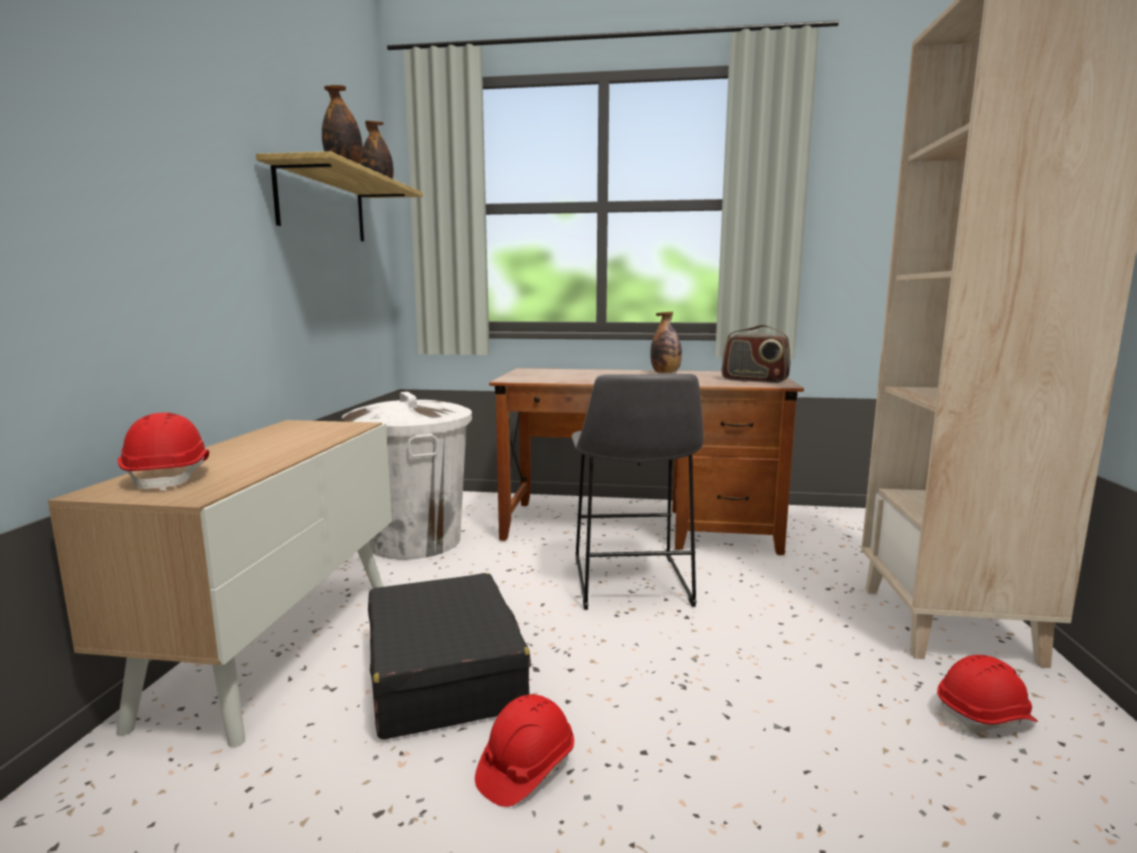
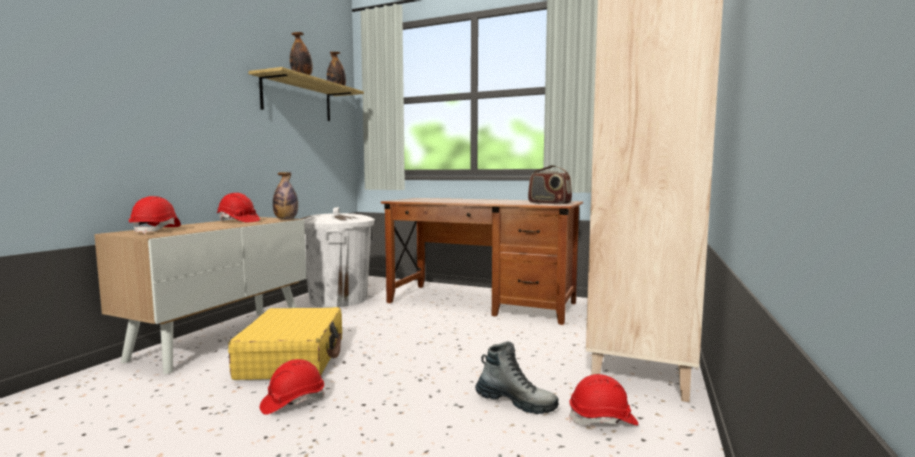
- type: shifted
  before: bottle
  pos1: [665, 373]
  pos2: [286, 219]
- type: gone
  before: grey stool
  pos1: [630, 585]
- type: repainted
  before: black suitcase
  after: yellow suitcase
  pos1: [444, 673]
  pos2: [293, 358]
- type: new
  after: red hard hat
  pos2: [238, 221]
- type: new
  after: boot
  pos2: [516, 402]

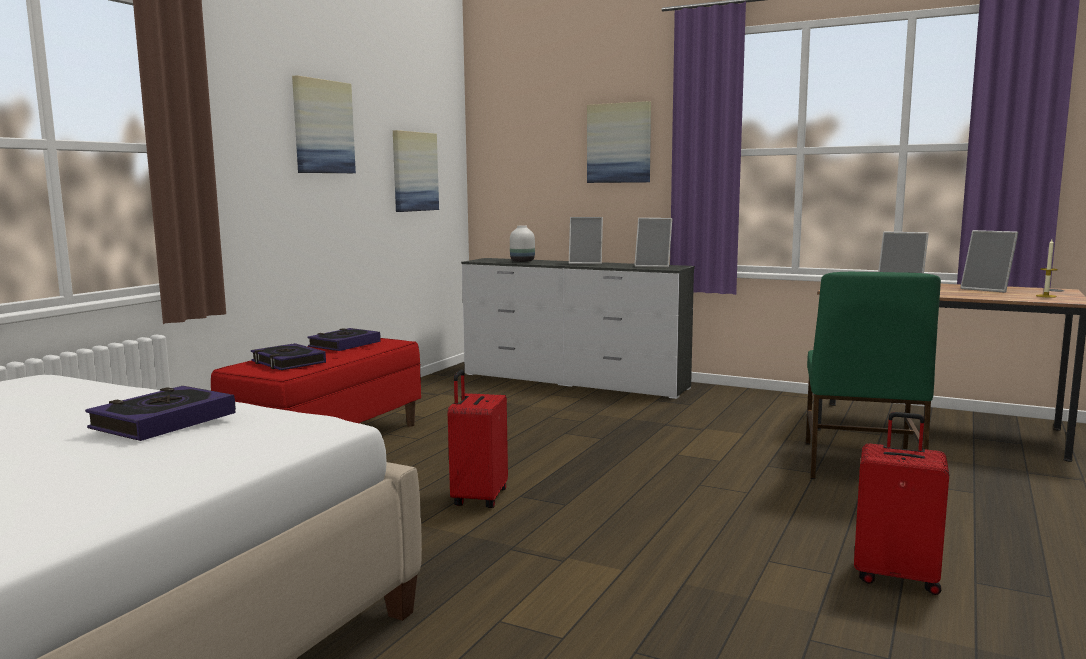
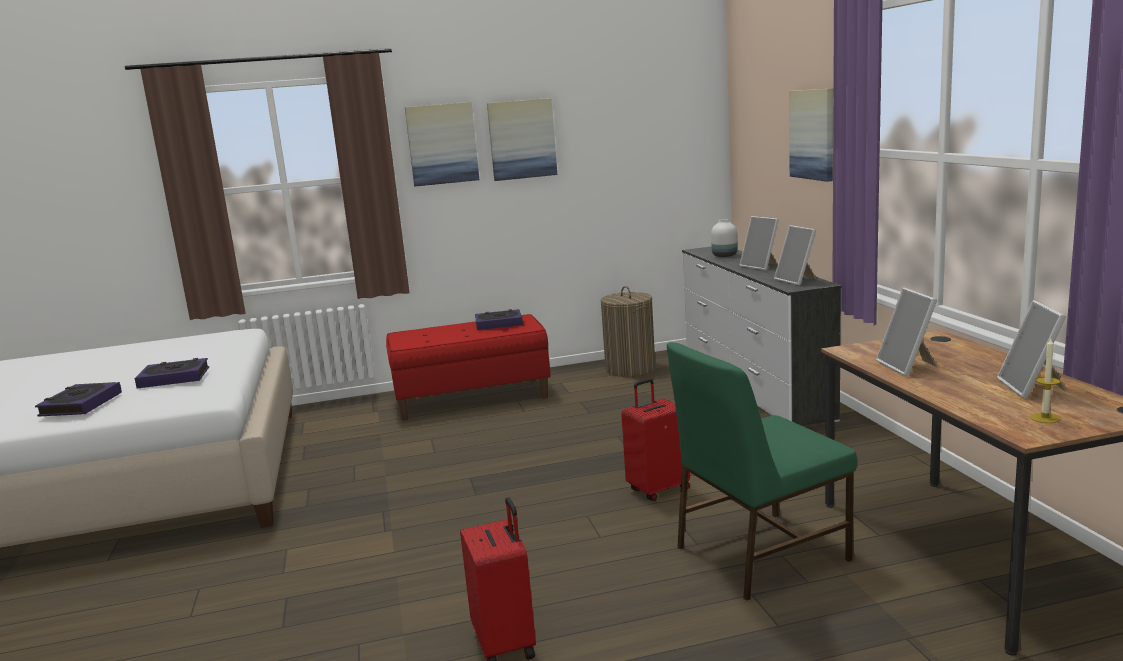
- type: shifted
  before: picture
  pos1: [414, 171]
  pos2: [442, 144]
- type: shifted
  before: book
  pos1: [288, 362]
  pos2: [80, 404]
- type: shifted
  before: red suitcase
  pos1: [478, 498]
  pos2: [658, 489]
- type: new
  after: laundry basket
  pos2: [630, 369]

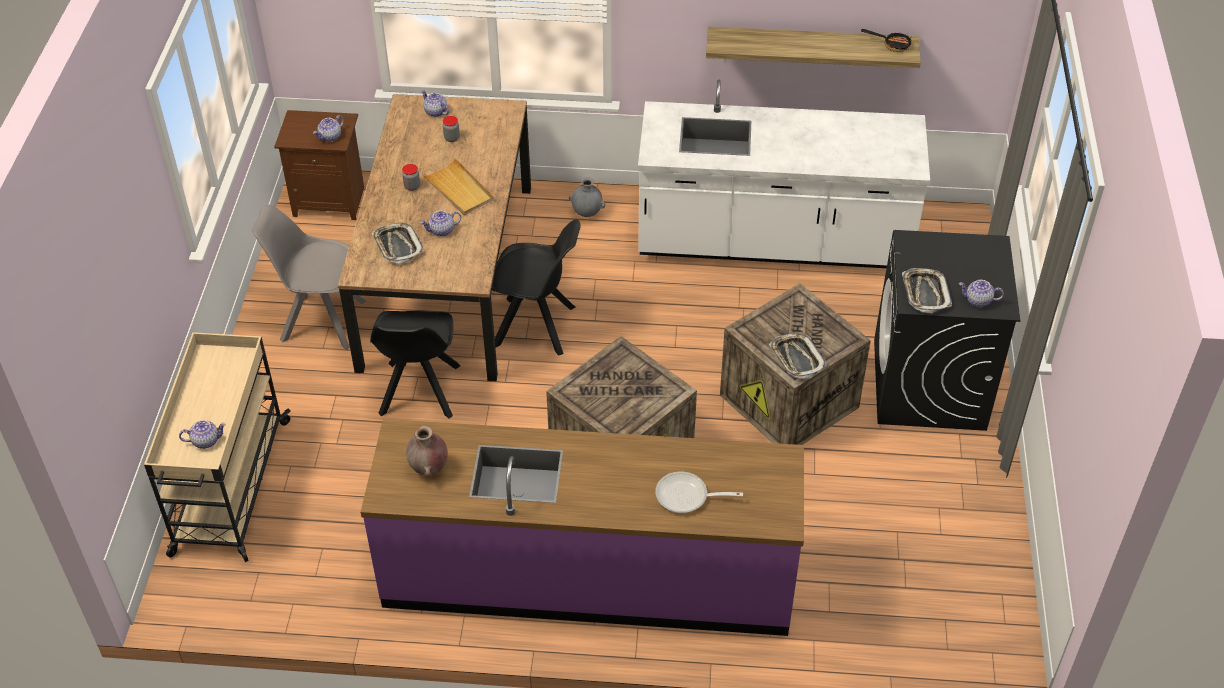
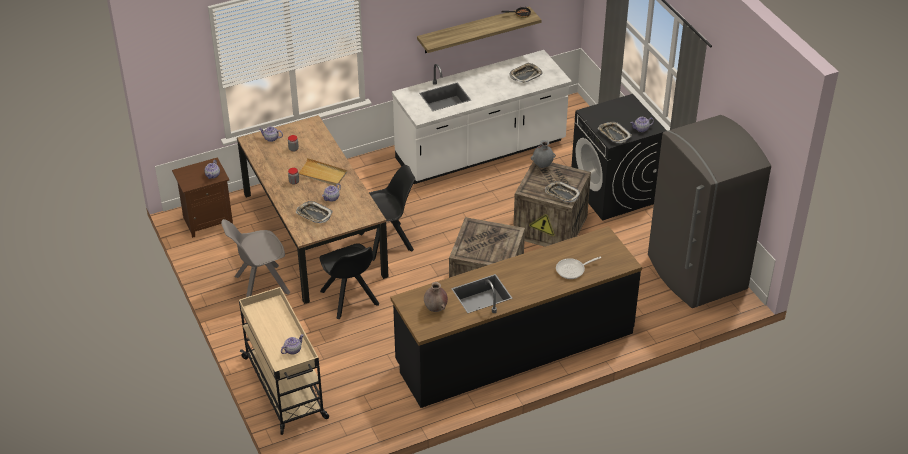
- type: shifted
  before: grey vase
  pos1: [587, 214]
  pos2: [542, 165]
- type: repainted
  before: purple counter
  after: black counter
  pos1: [588, 575]
  pos2: [515, 348]
- type: new
  after: tray
  pos2: [525, 75]
- type: new
  after: grey fridge
  pos2: [695, 274]

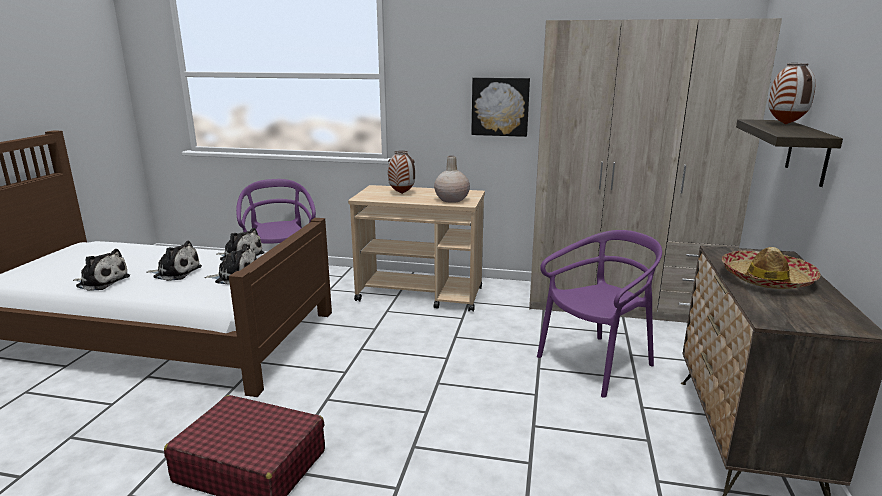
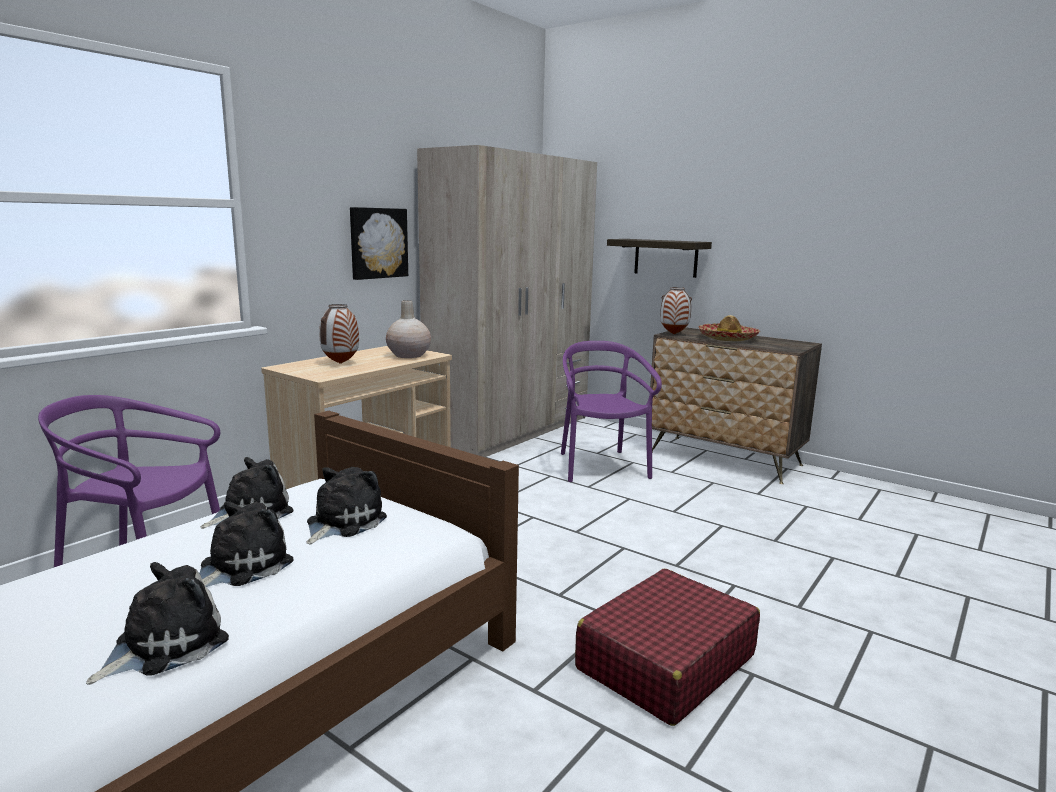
- type: shifted
  before: vase
  pos1: [786, 124]
  pos2: [674, 334]

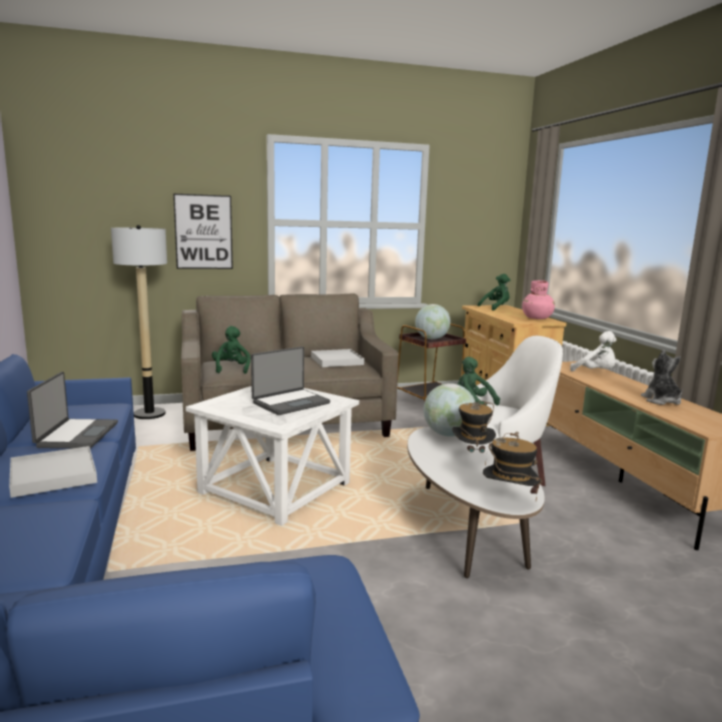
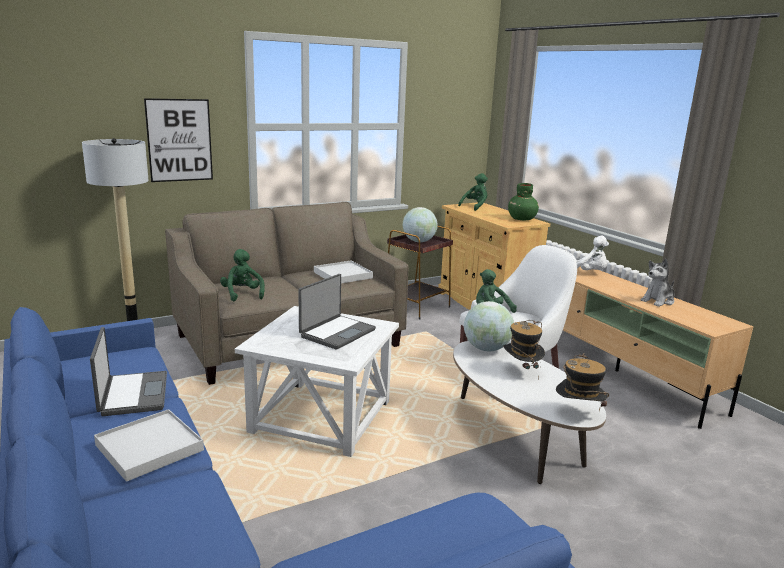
- type: repainted
  before: pink vase
  after: green vase
  pos1: [537, 318]
  pos2: [522, 219]
- type: rotated
  before: plush toy
  pos1: [661, 401]
  pos2: [658, 301]
  turn: -105

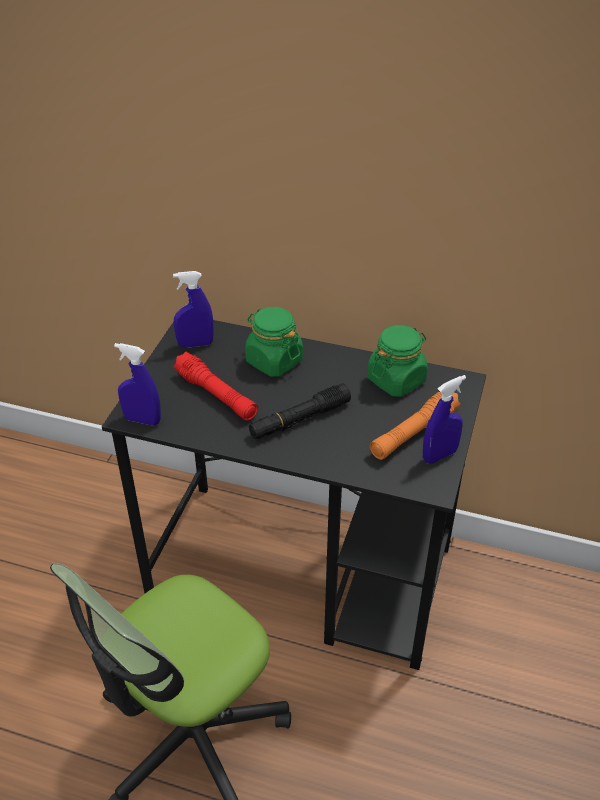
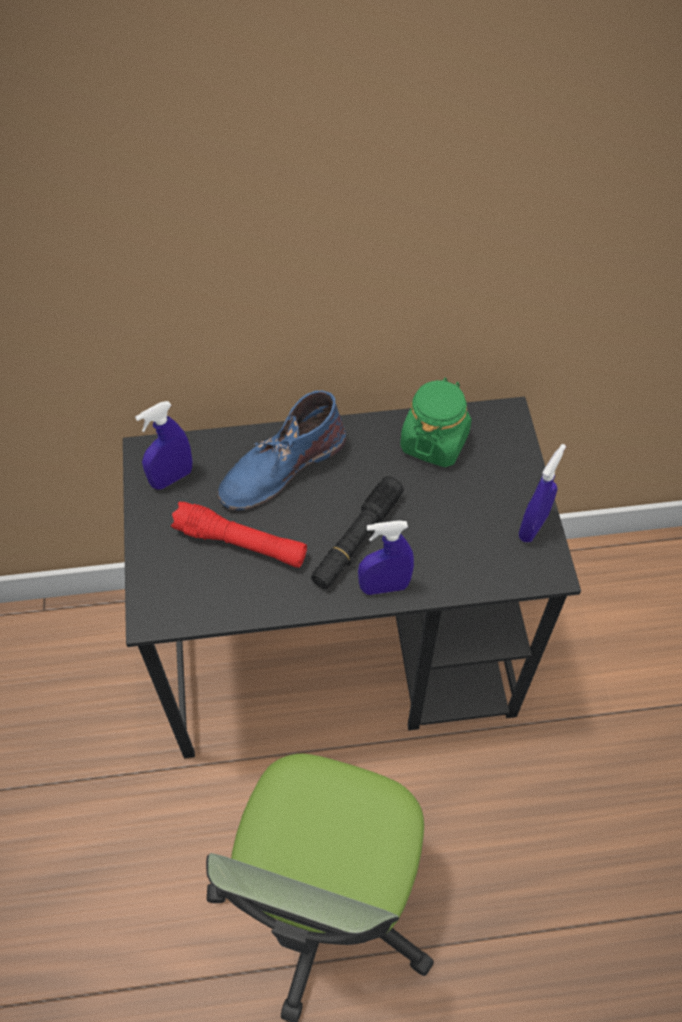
- type: swapped
  before: green jar
  after: blue boot
  pos1: [274, 361]
  pos2: [281, 467]
- type: shifted
  before: blue spray bottle
  pos1: [142, 420]
  pos2: [384, 587]
- type: gone
  before: orange flashlight
  pos1: [413, 433]

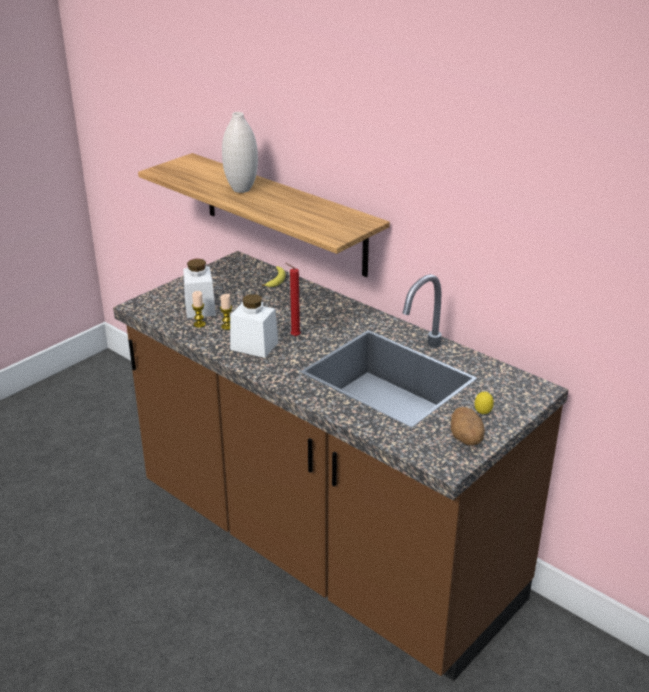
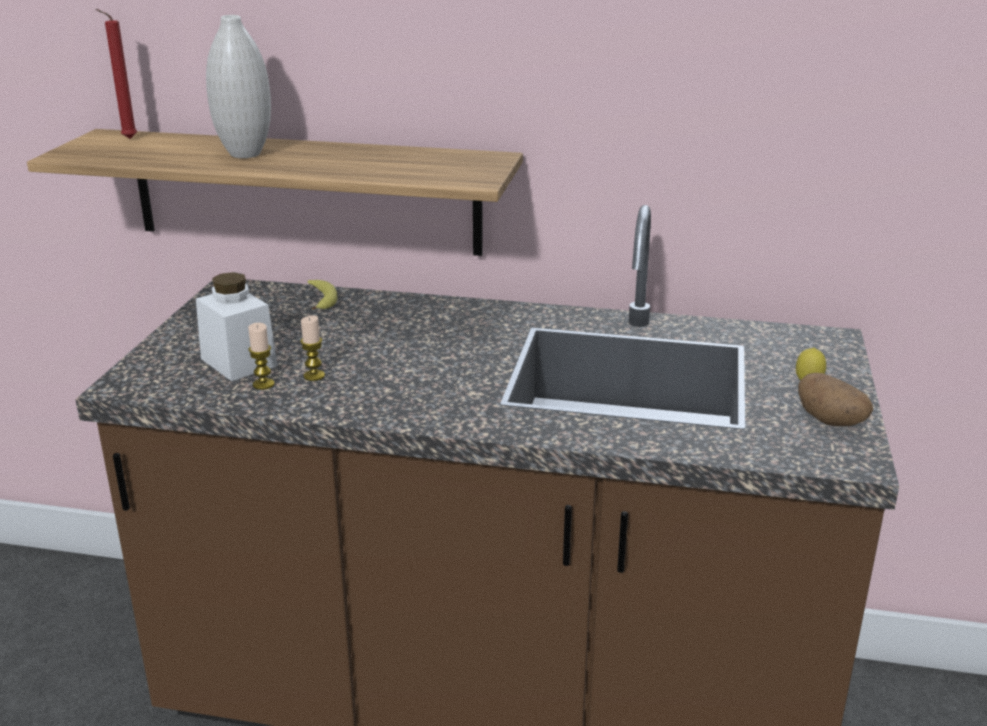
- type: shifted
  before: red candle
  pos1: [293, 336]
  pos2: [127, 139]
- type: gone
  before: white jar
  pos1: [254, 346]

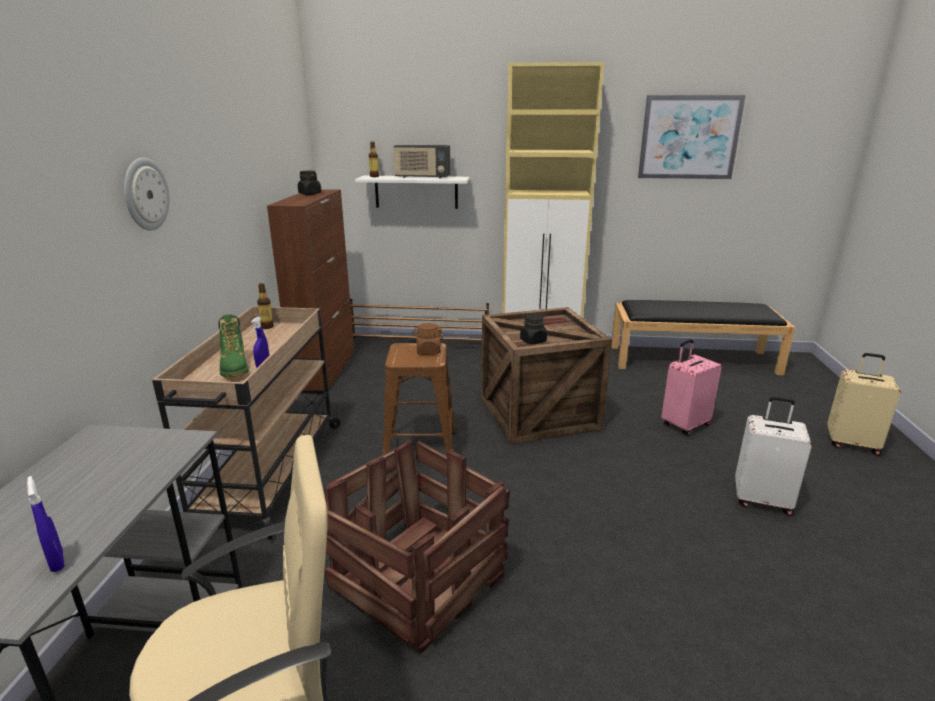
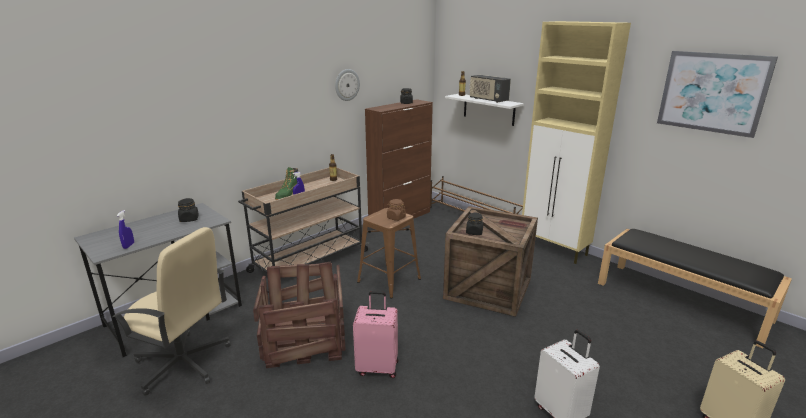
- type: shifted
  before: wall clock
  pos1: [145, 194]
  pos2: [347, 85]
- type: shifted
  before: pink suitcase
  pos1: [684, 425]
  pos2: [378, 367]
- type: new
  after: black jar
  pos2: [189, 219]

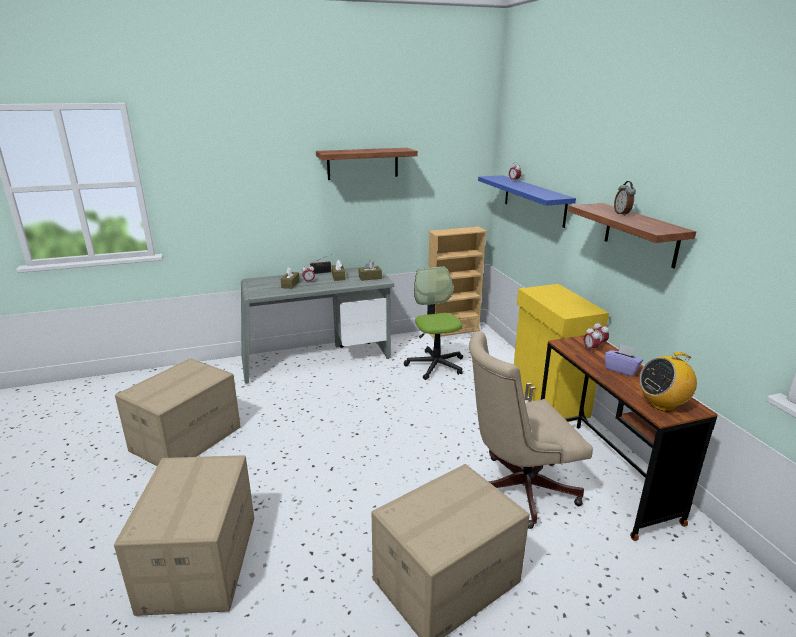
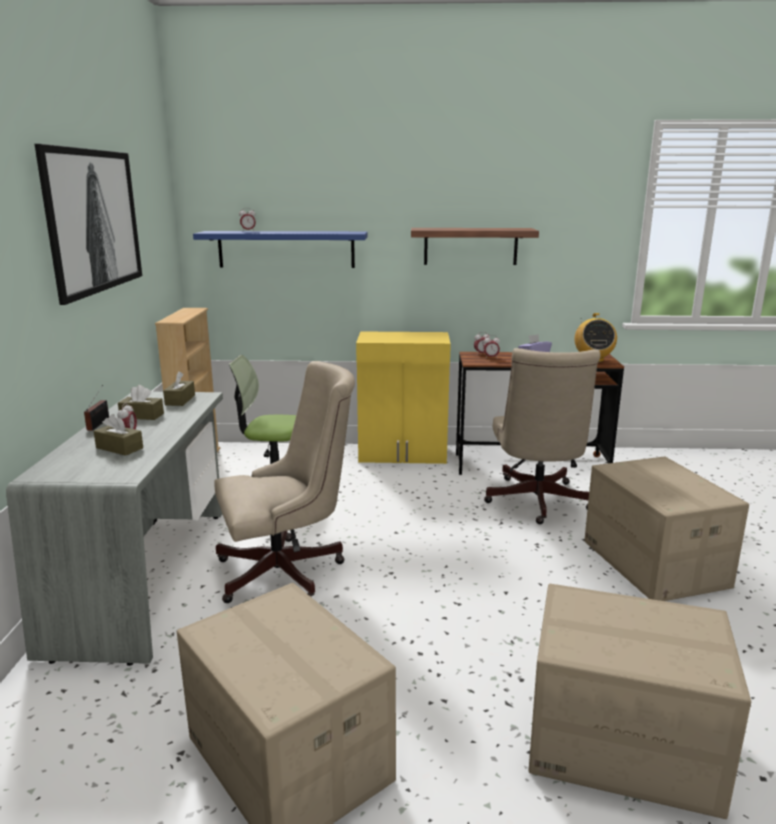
- type: swapped
  before: shelf
  after: picture
  pos1: [362, 163]
  pos2: [92, 221]
- type: gone
  before: alarm clock
  pos1: [622, 214]
- type: new
  after: beige office chair
  pos2: [288, 572]

